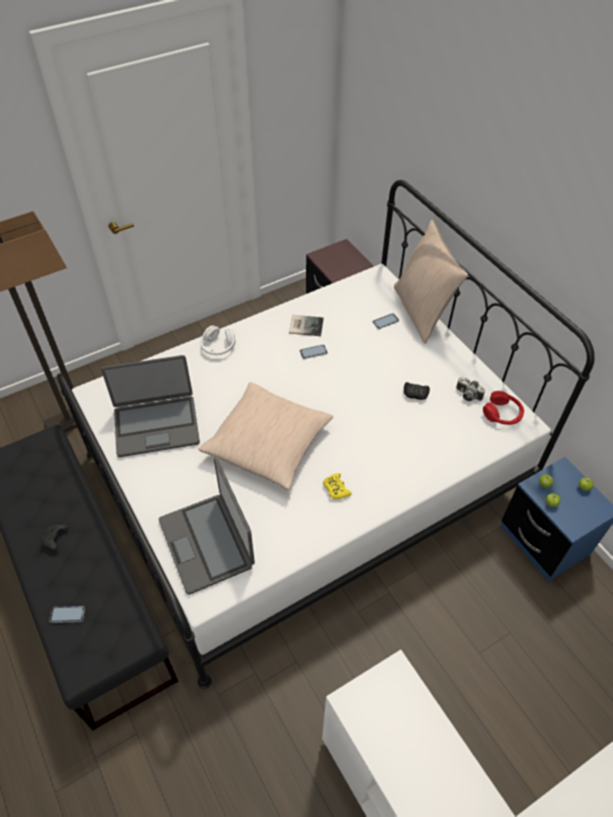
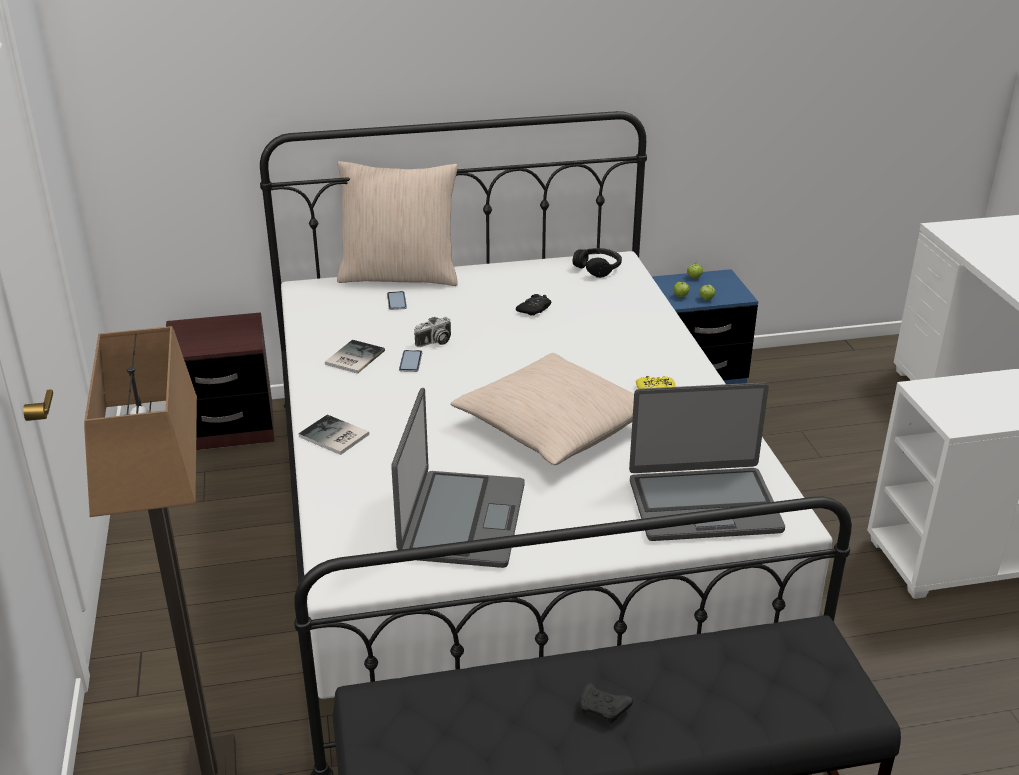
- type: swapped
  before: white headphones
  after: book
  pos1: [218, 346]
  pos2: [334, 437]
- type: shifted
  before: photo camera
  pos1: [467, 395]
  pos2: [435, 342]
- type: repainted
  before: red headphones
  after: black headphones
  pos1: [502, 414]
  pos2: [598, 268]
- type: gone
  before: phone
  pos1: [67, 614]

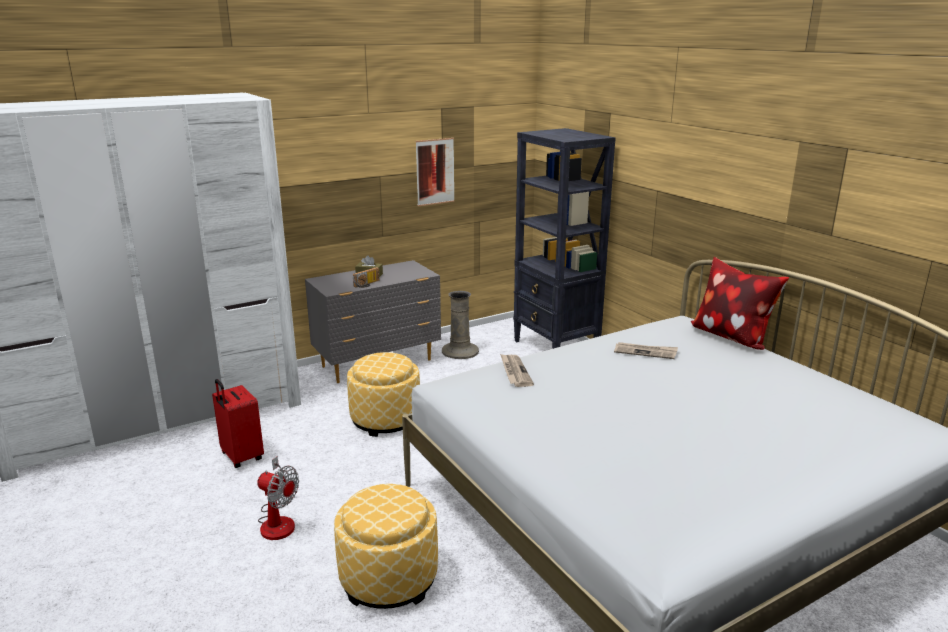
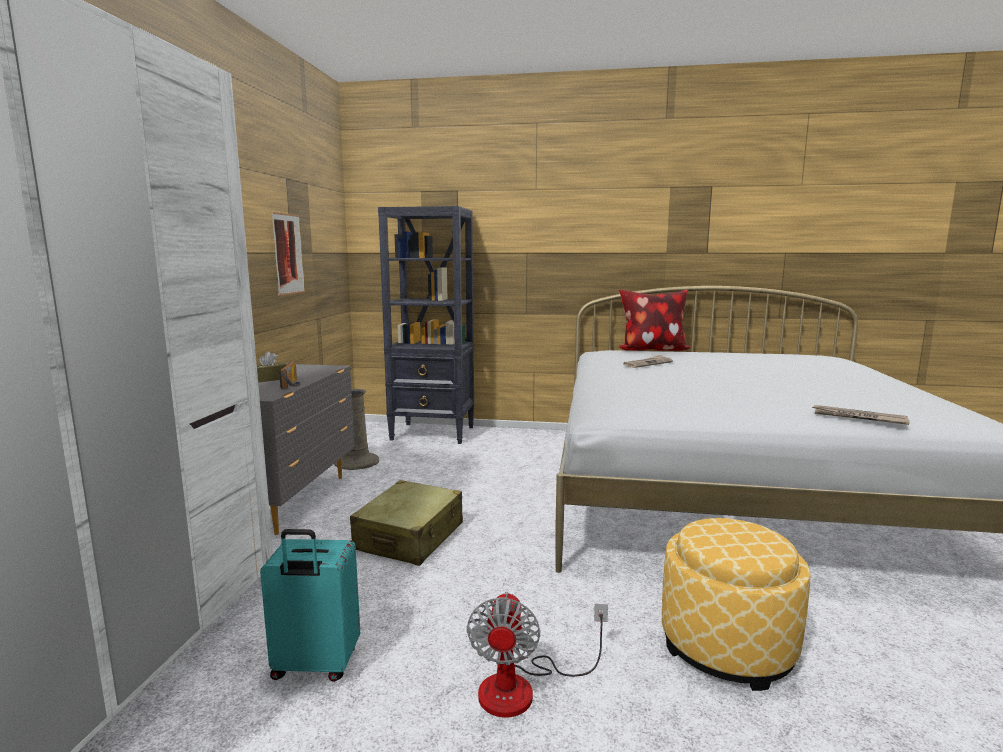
- type: swapped
  before: ottoman
  after: beige suitcase
  pos1: [385, 419]
  pos2: [410, 537]
- type: shifted
  before: newspaper
  pos1: [514, 372]
  pos2: [858, 417]
- type: repainted
  before: red suitcase
  after: turquoise suitcase
  pos1: [241, 457]
  pos2: [315, 666]
- type: rotated
  before: fan
  pos1: [278, 520]
  pos2: [523, 688]
  turn: 120

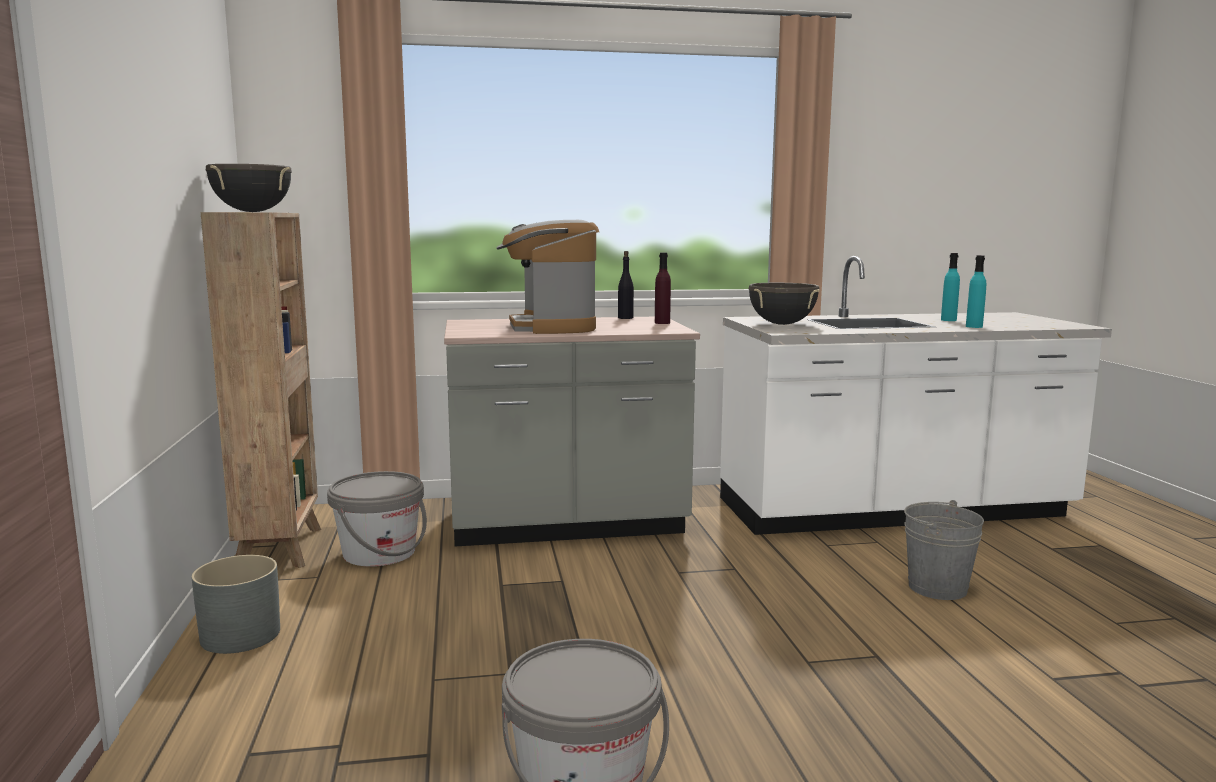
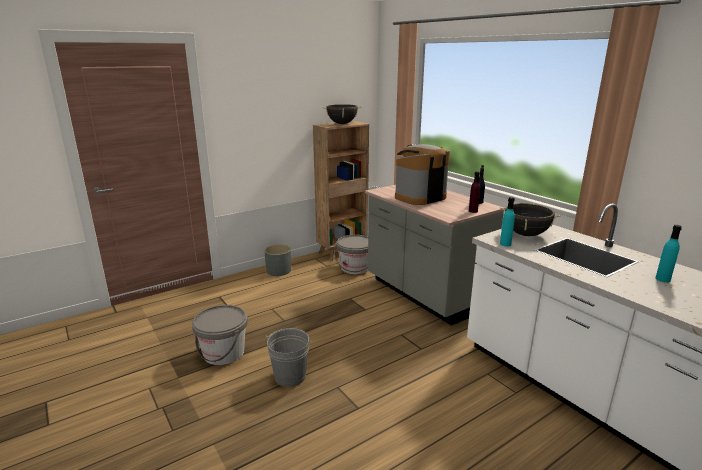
- type: shifted
  before: turquoise bottle
  pos1: [974, 326]
  pos2: [505, 244]
- type: shifted
  before: grey bucket
  pos1: [937, 588]
  pos2: [290, 376]

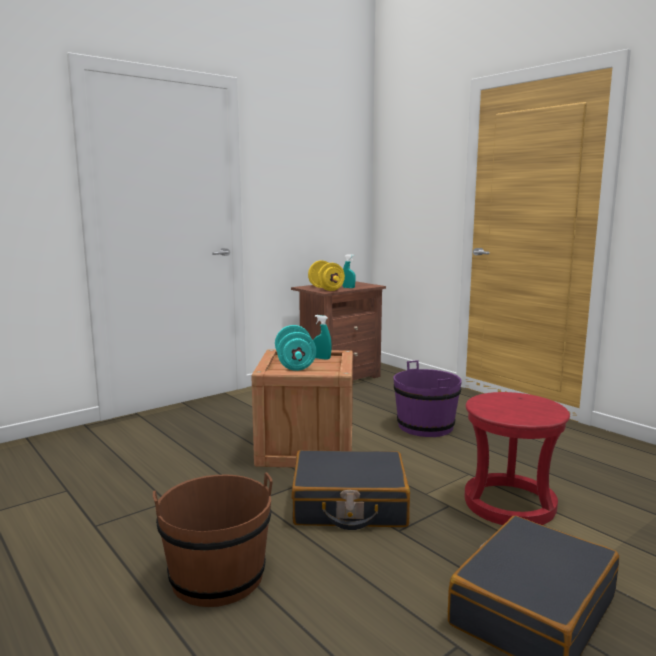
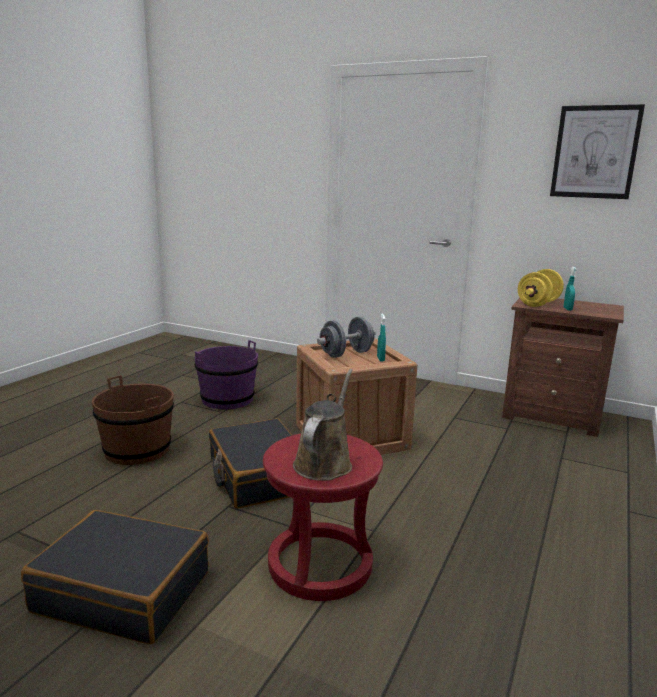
- type: repainted
  before: turquoise dumbbell
  after: grey dumbbell
  pos1: [295, 365]
  pos2: [346, 354]
- type: shifted
  before: purple bucket
  pos1: [425, 426]
  pos2: [227, 399]
- type: new
  after: picture
  pos2: [595, 152]
- type: new
  after: brown watering can
  pos2: [324, 462]

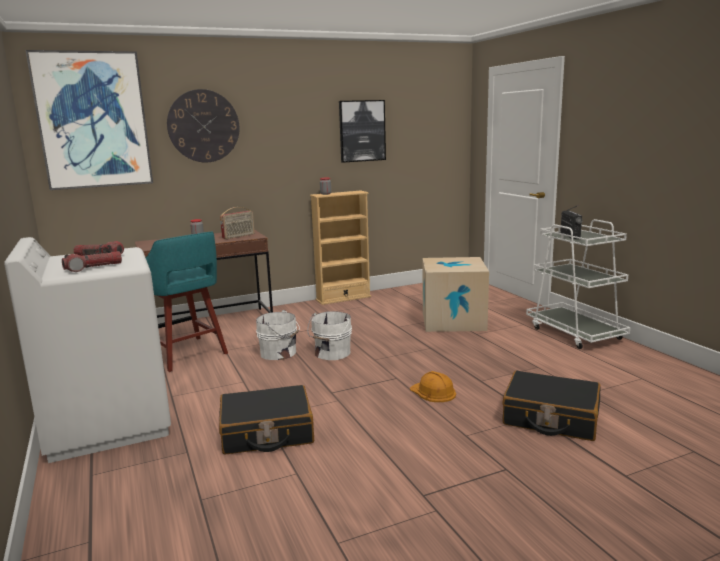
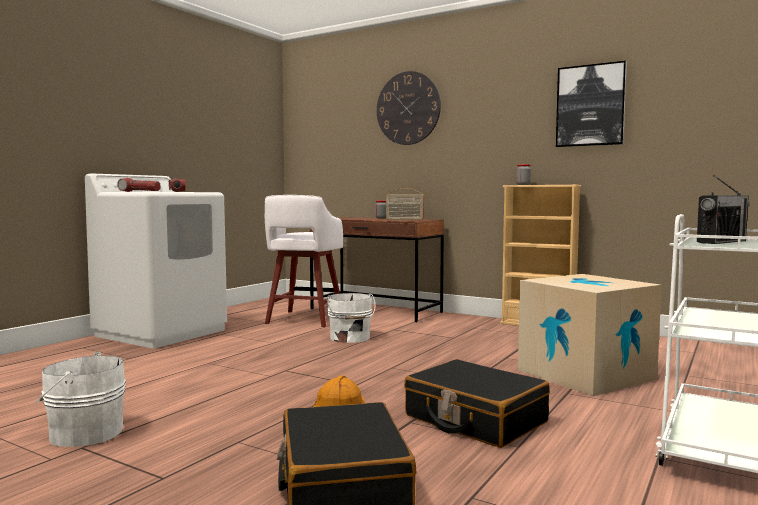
- type: gone
  before: picture
  pos1: [93, 120]
- type: repainted
  before: turquoise stool
  after: white stool
  pos1: [186, 354]
  pos2: [304, 319]
- type: shifted
  before: white bucket
  pos1: [331, 353]
  pos2: [83, 433]
- type: shifted
  before: black suitcase
  pos1: [267, 433]
  pos2: [475, 419]

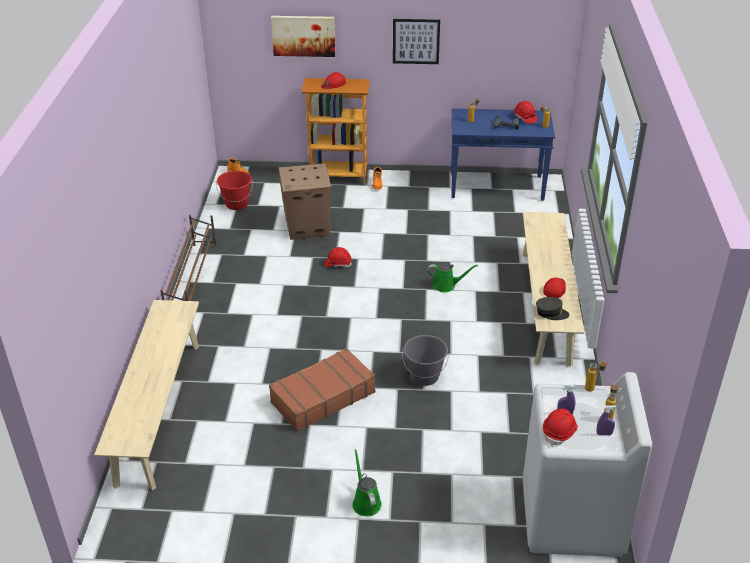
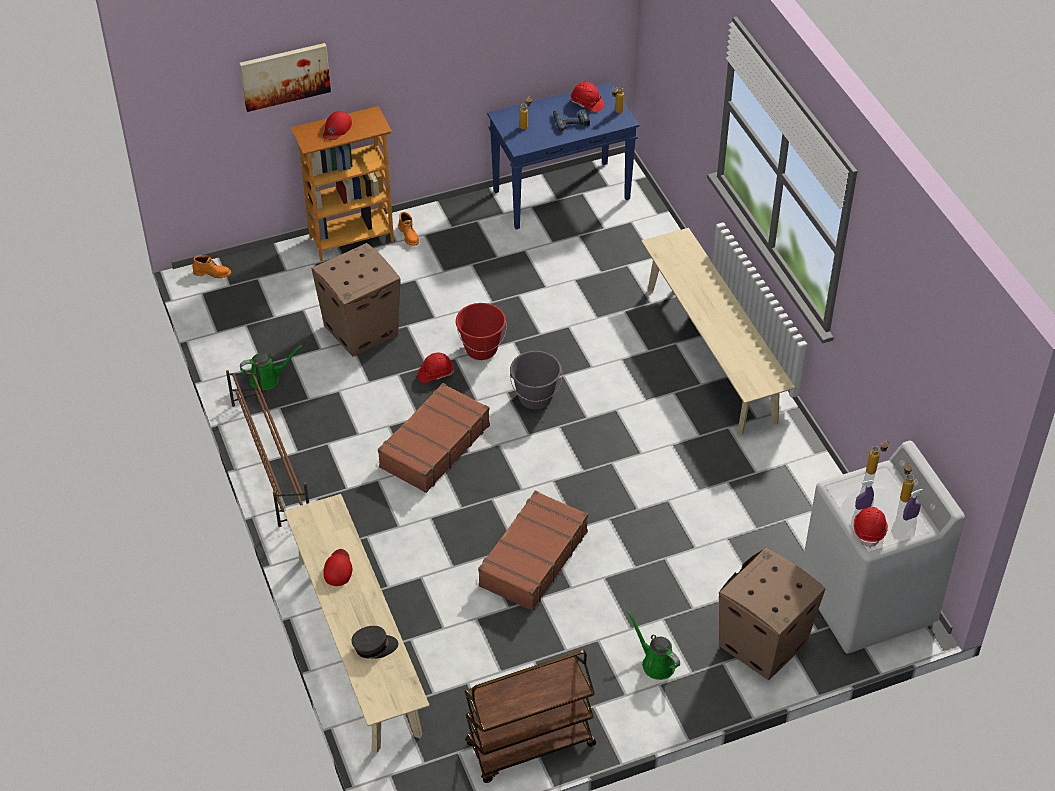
- type: gone
  before: picture
  pos1: [416, 41]
- type: shifted
  before: red bucket
  pos1: [237, 204]
  pos2: [481, 349]
- type: shifted
  before: green watering can
  pos1: [446, 285]
  pos2: [268, 379]
- type: shifted
  before: red cap
  pos1: [555, 289]
  pos2: [338, 568]
- type: shifted
  before: grey cap
  pos1: [551, 313]
  pos2: [374, 646]
- type: shifted
  before: grey bucket
  pos1: [424, 376]
  pos2: [535, 398]
- type: new
  after: brown suitcase
  pos2: [434, 446]
- type: new
  after: cardboard box
  pos2: [762, 645]
- type: new
  after: brown cart
  pos2: [529, 746]

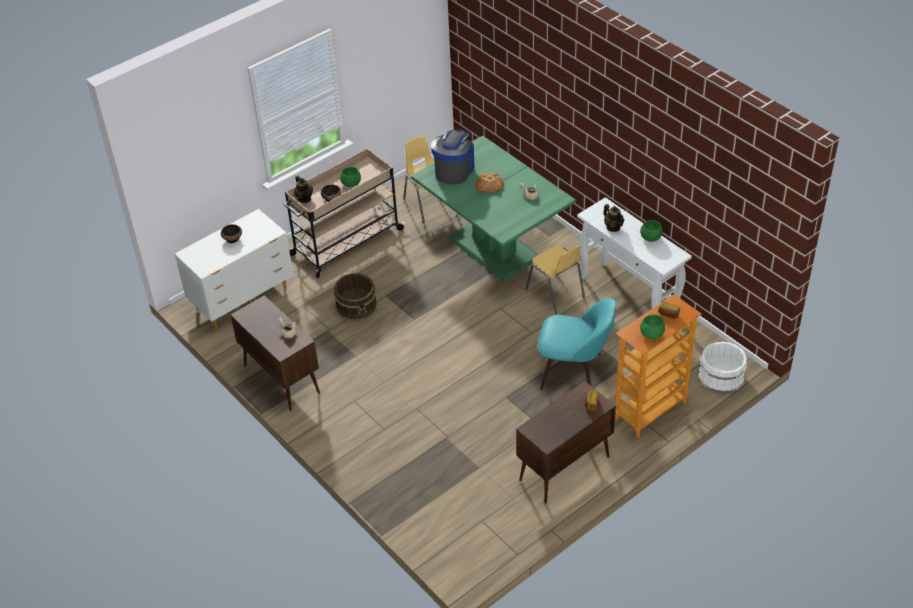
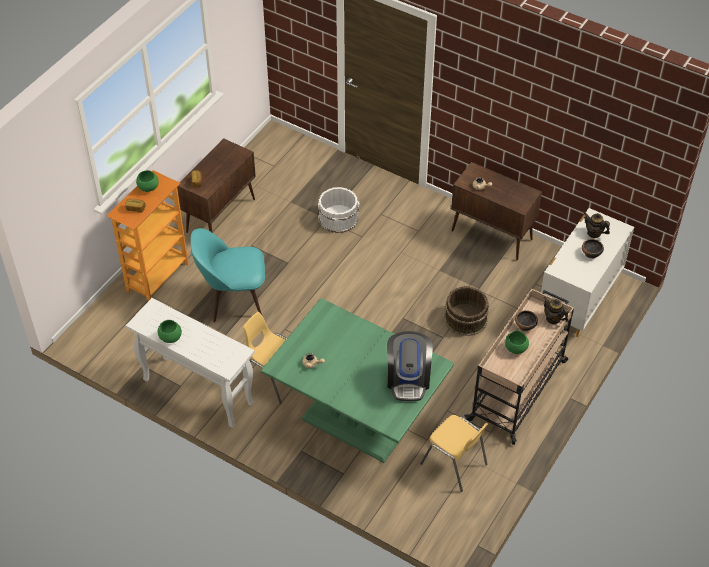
- type: gone
  before: bread
  pos1: [489, 184]
- type: shifted
  before: teapot
  pos1: [613, 227]
  pos2: [594, 233]
- type: shifted
  before: white bucket
  pos1: [721, 377]
  pos2: [338, 218]

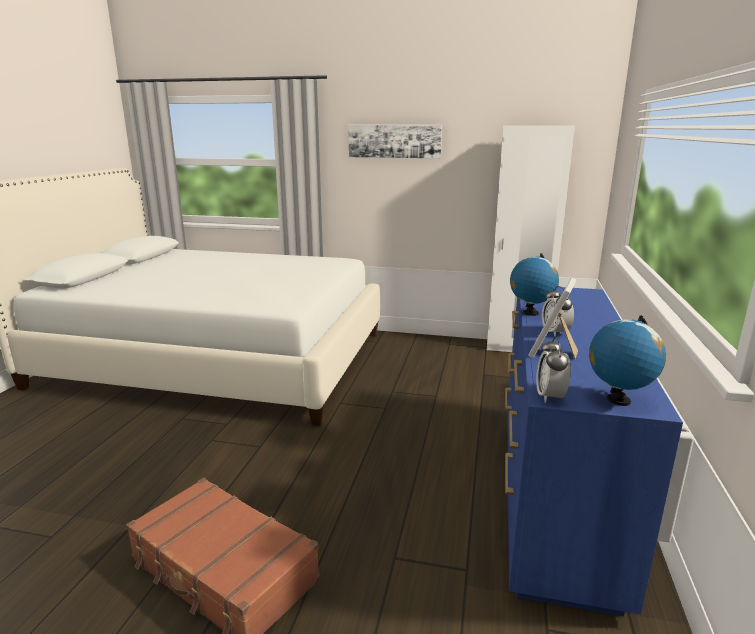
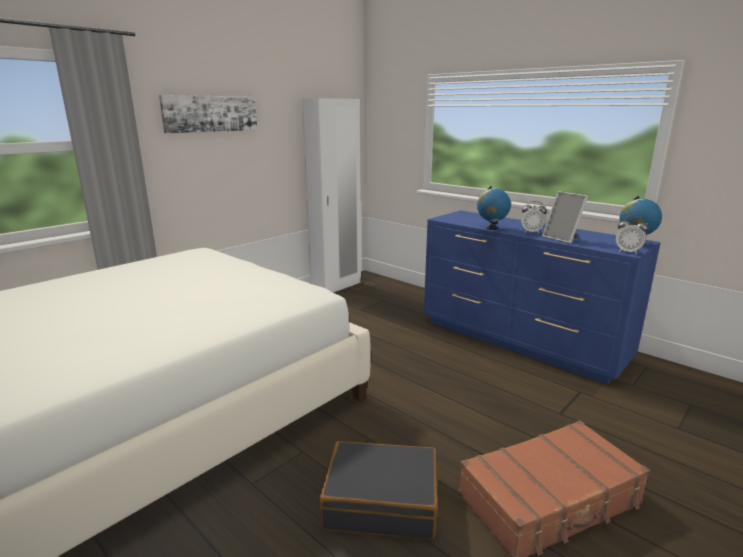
- type: new
  after: black suitcase
  pos2: [381, 501]

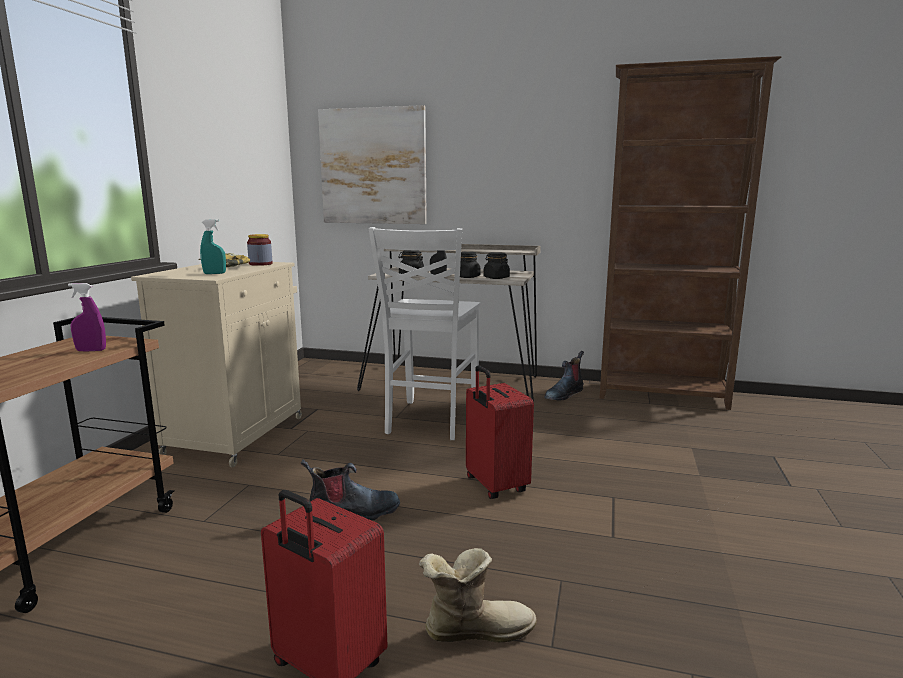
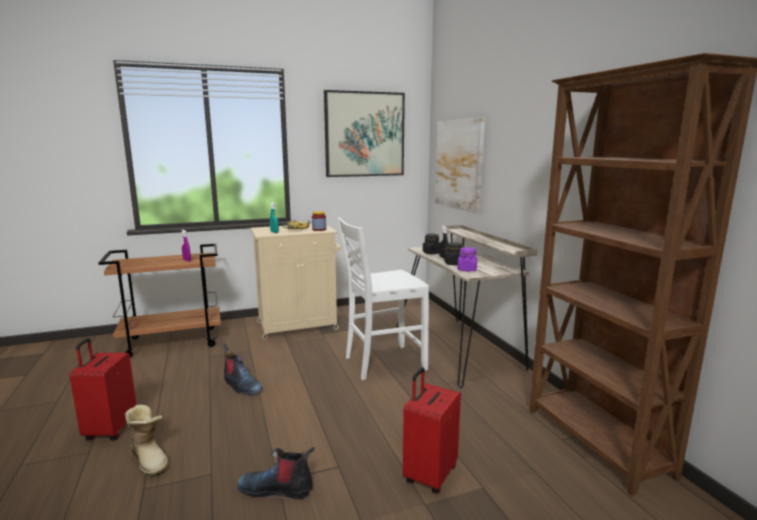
- type: repainted
  before: black jar
  after: purple jar
  pos1: [496, 278]
  pos2: [467, 269]
- type: shifted
  before: boot
  pos1: [564, 394]
  pos2: [277, 489]
- type: shifted
  before: red suitcase
  pos1: [494, 486]
  pos2: [429, 474]
- type: new
  after: picture
  pos2: [364, 134]

